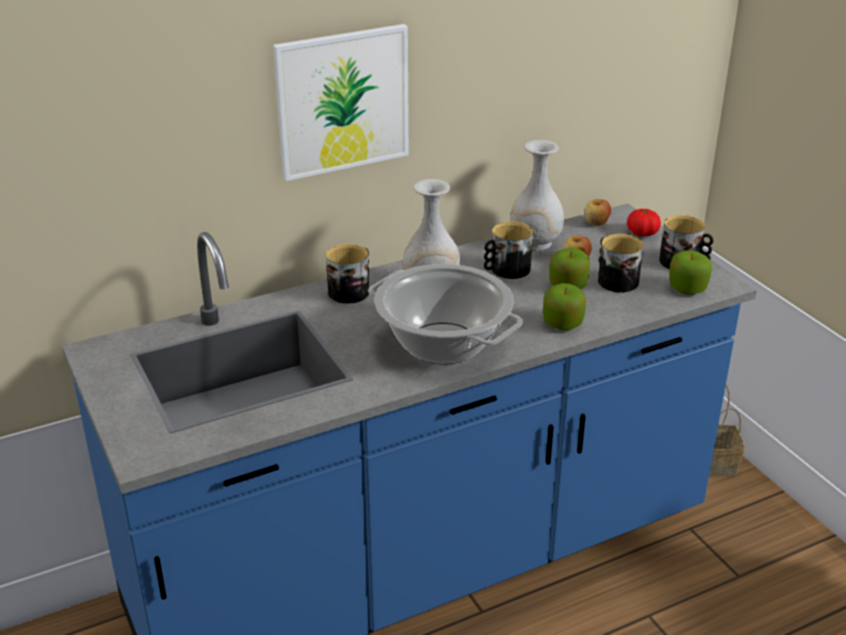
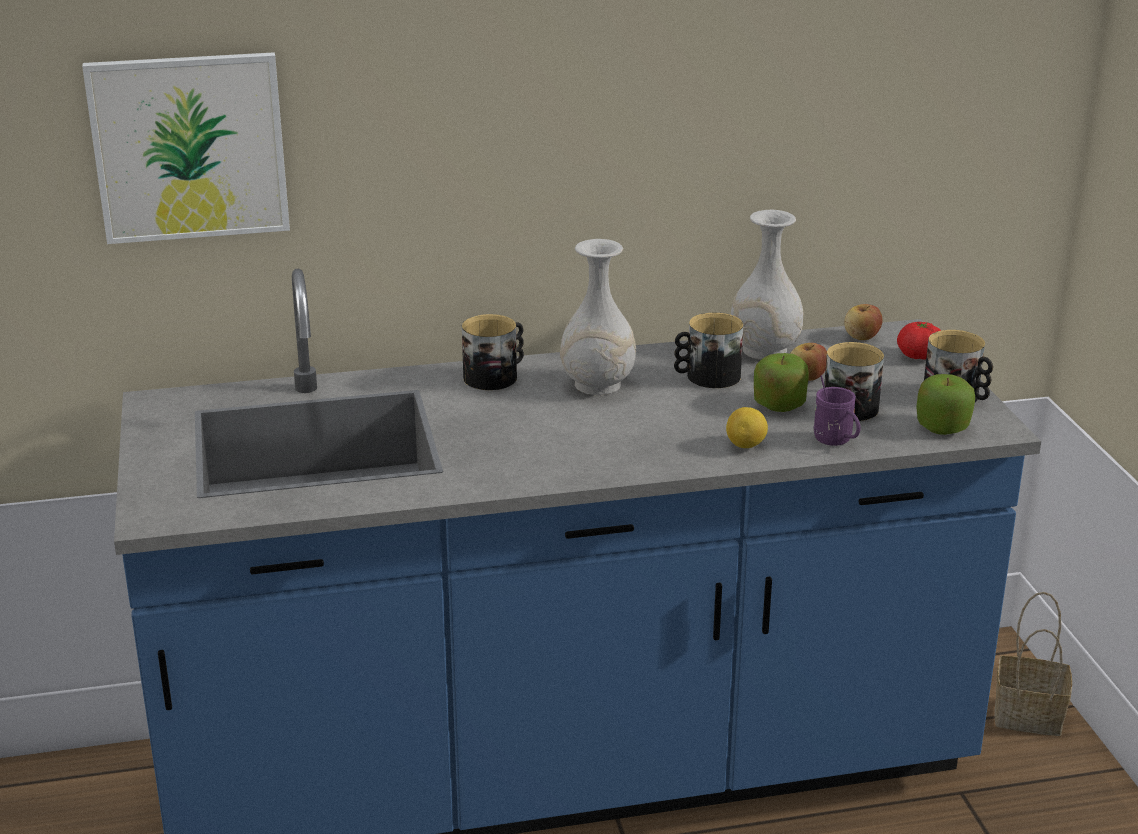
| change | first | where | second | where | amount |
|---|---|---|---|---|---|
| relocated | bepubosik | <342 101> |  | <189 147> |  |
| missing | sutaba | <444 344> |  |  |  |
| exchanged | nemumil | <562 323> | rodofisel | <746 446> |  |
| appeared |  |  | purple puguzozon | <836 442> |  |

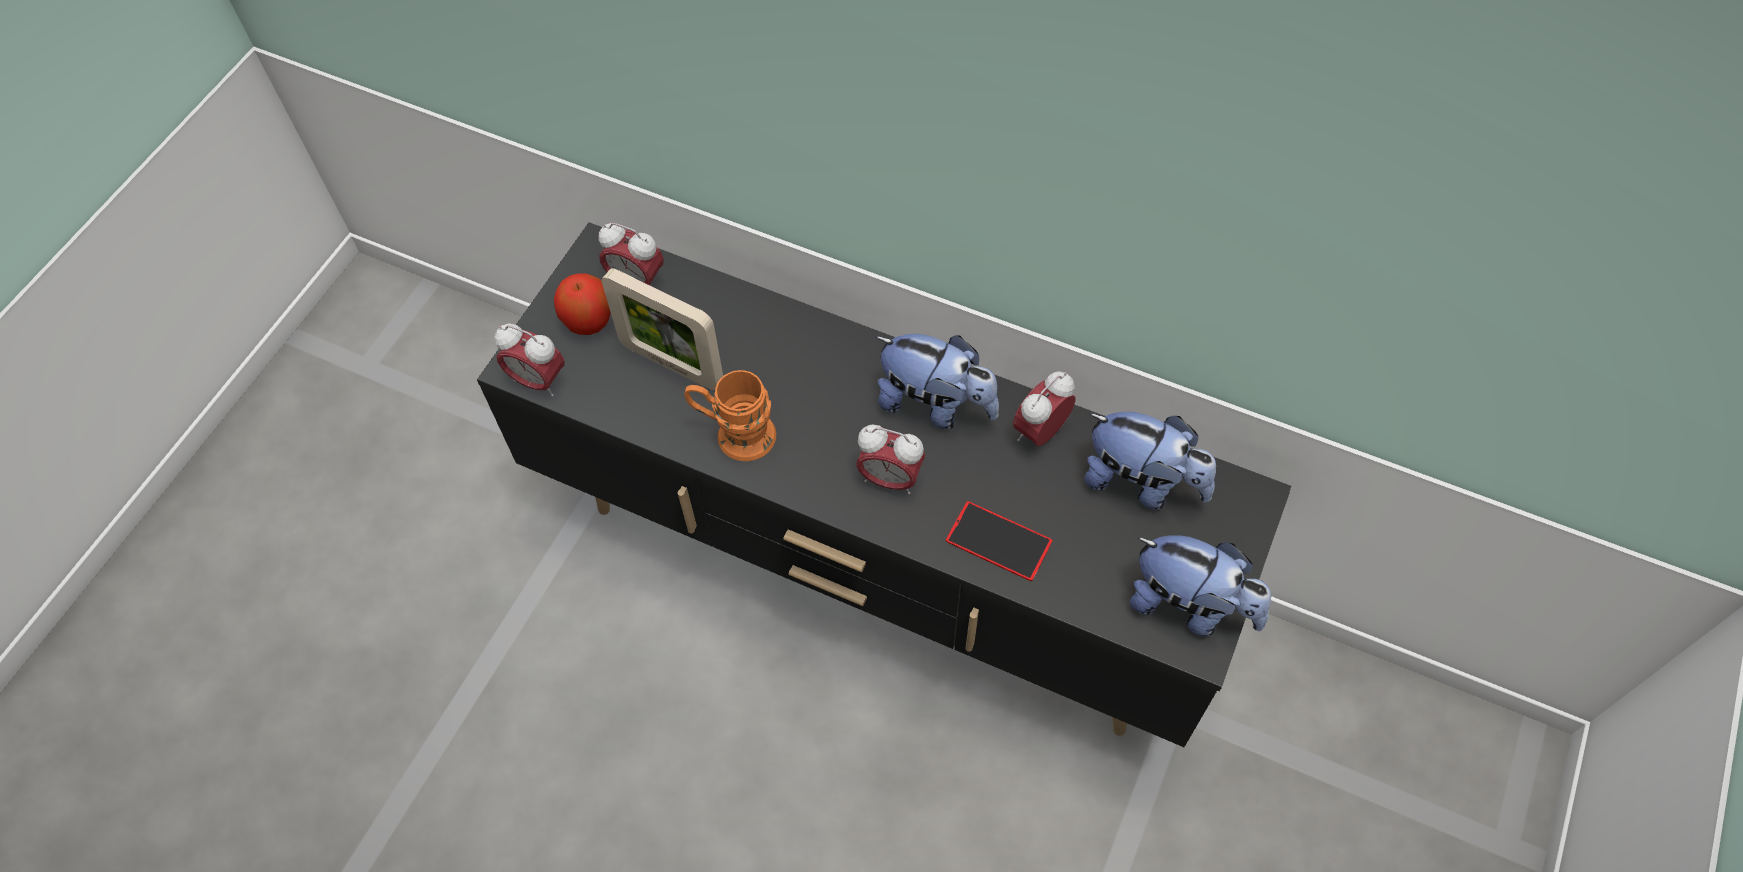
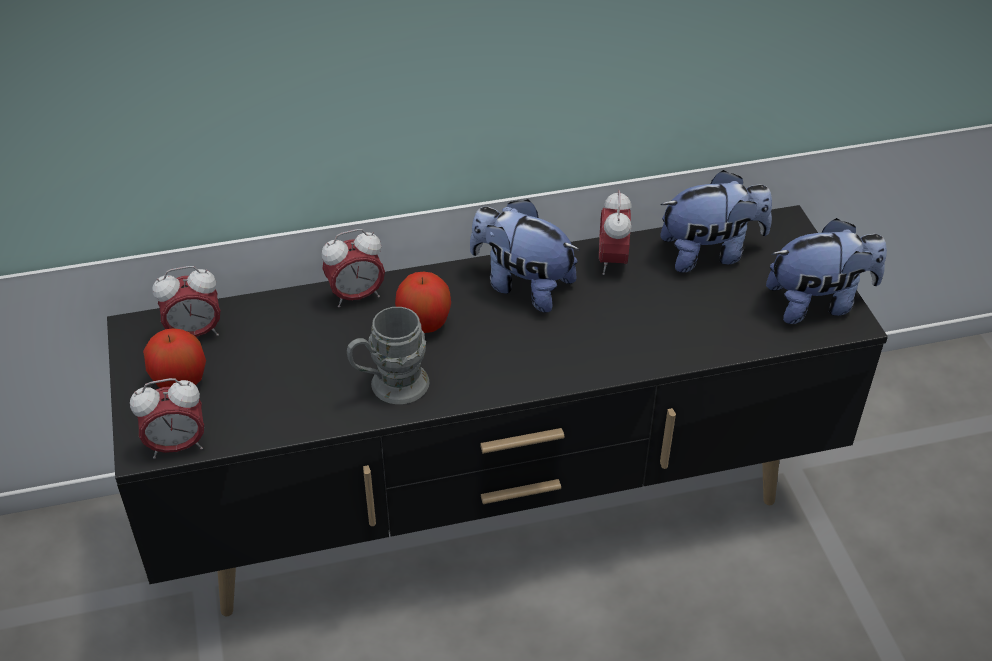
| change | first | where | second | where | amount |
|---|---|---|---|---|---|
| missing | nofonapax | <672 364> |  |  |  |
| colour | orange puguzozon | <734 434> | grey puguzozon | <389 387> |  |
| relocated | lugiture | <890 479> |  | <356 296> |  |
| spun | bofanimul | <935 404> |  | <522 285> | 135 degrees counterclockwise |
| missing | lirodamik | <998 541> |  |  |  |
| appeared |  |  | nemumil | <424 323> |  |

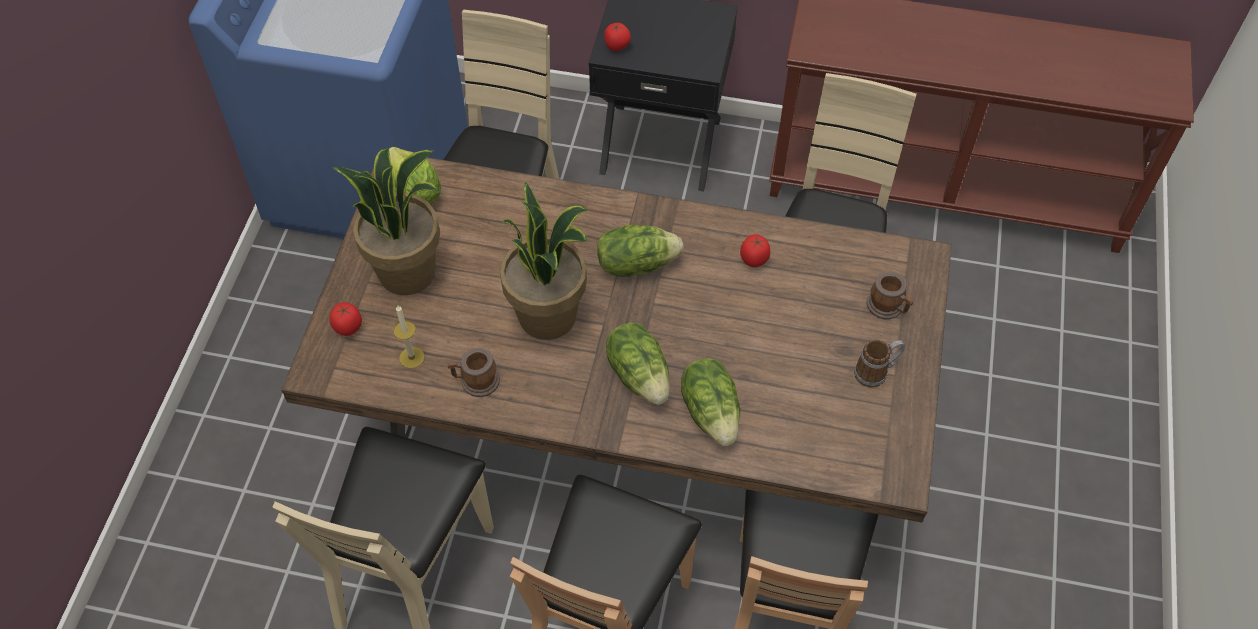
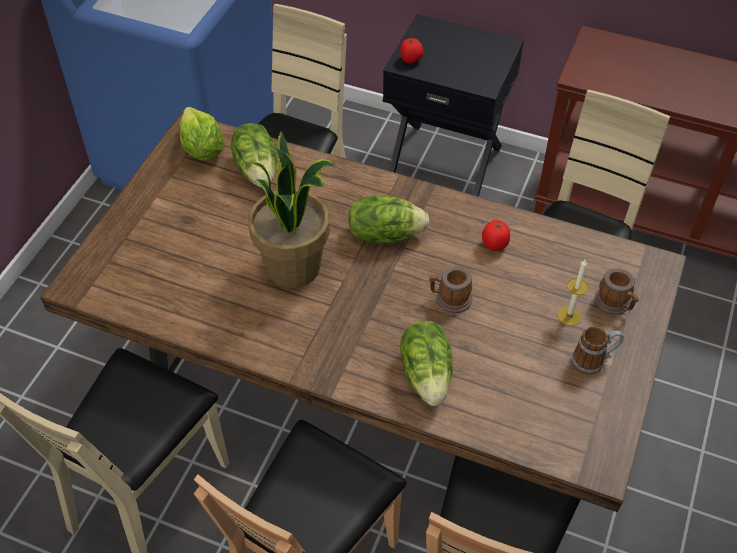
| change | first | where | second | where | amount |
|---|---|---|---|---|---|
| missing | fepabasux | <348 327> |  |  |  |
| missing | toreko | <407 271> |  |  |  |
| relocated | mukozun | <412 357> |  | <569 316> |  |
| relocated | puguzozon | <475 381> |  | <449 299> |  |
| relocated | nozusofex | <640 375> |  | <258 169> |  |

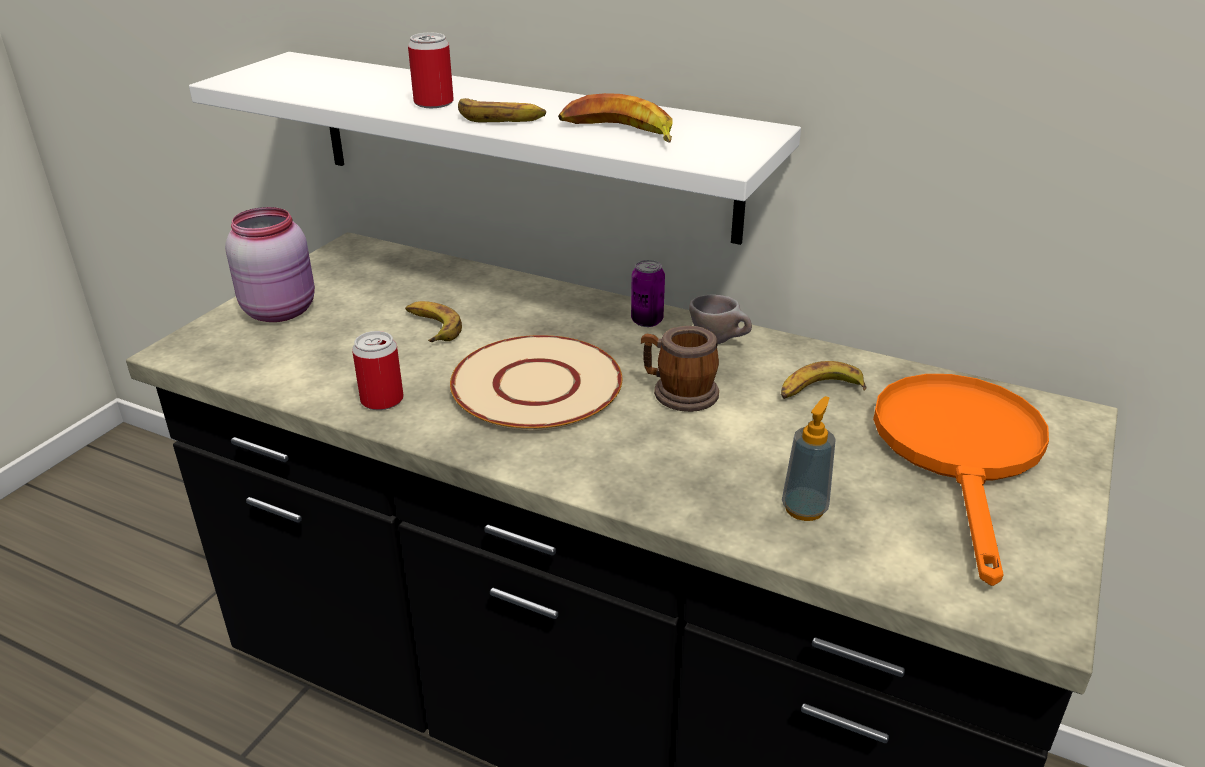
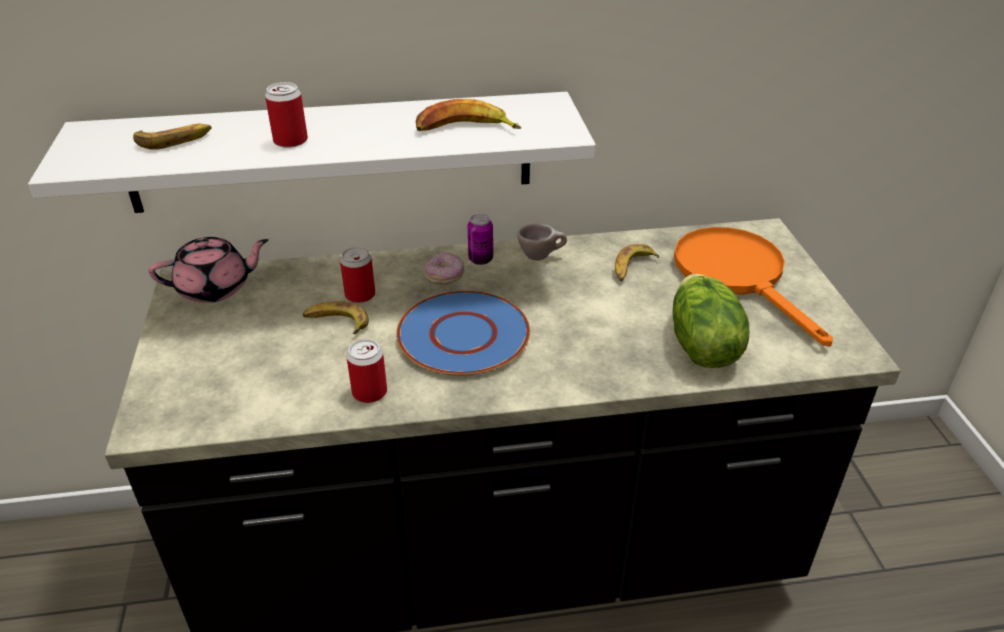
| change | first | where | second | where | amount |
|---|---|---|---|---|---|
| missing | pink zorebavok | <282 310> |  |  |  |
| colour | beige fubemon | <537 384> | blue fubemon | <463 334> |  |
| relocated | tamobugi | <502 118> |  | <175 140> |  |
| missing | puguzozon | <678 393> |  |  |  |
| exchanged | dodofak | <804 508> | nozusofex | <700 345> |  |
| appeared |  |  | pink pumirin | <216 288> |  |
| appeared |  |  | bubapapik | <360 295> |  |
| appeared |  |  | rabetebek | <445 277> |  |

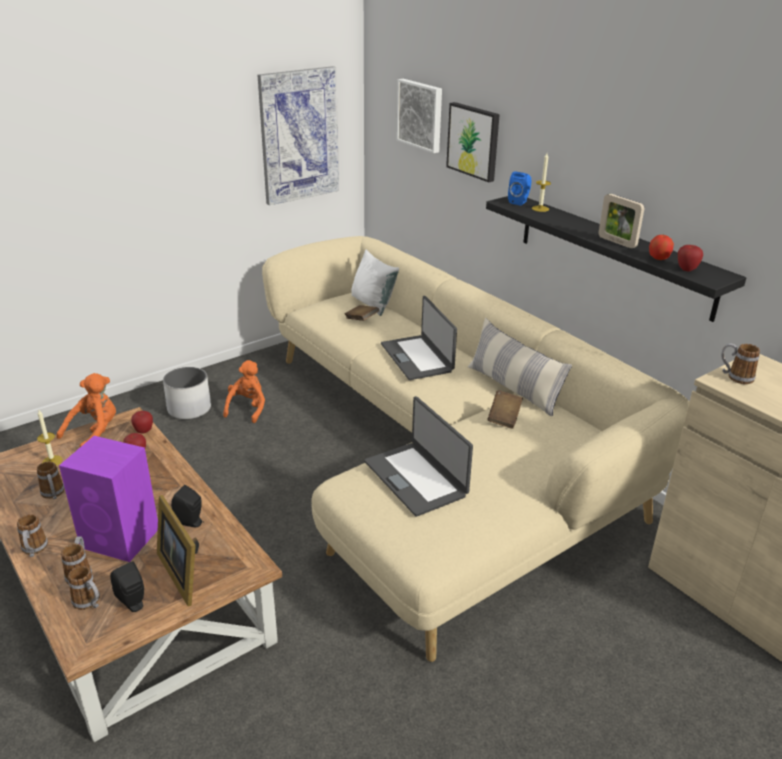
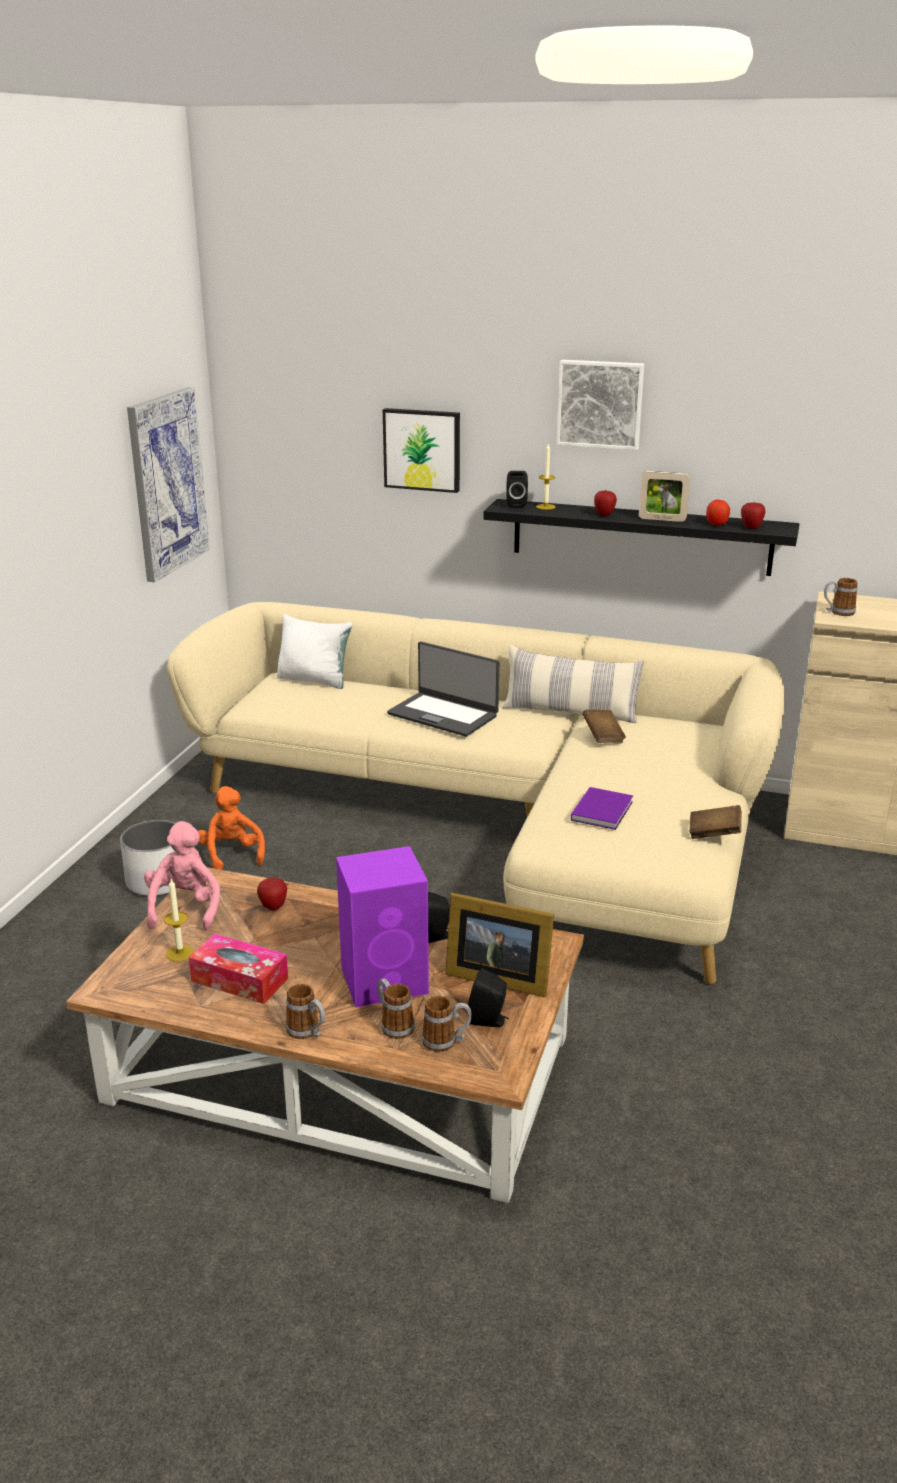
| change | first | where | second | where | amount |
|---|---|---|---|---|---|
| exchanged | puguzozon | <53 494> | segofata | <239 979> |  |
| colour | orange bofanimul | <95 433> | pink bofanimul | <185 908> |  |
| relocated | nemumil | <144 431> |  | <604 515> |  |
| relocated | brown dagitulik | <361 320> |  | <714 834> |  |
| exchanged | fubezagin | <416 478> | purple dagitulik | <603 810> |  |
| relocated | bepubosik | <421 115> |  | <600 404> |  |
| colour | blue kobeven | <519 202> | black kobeven | <515 505> |  |

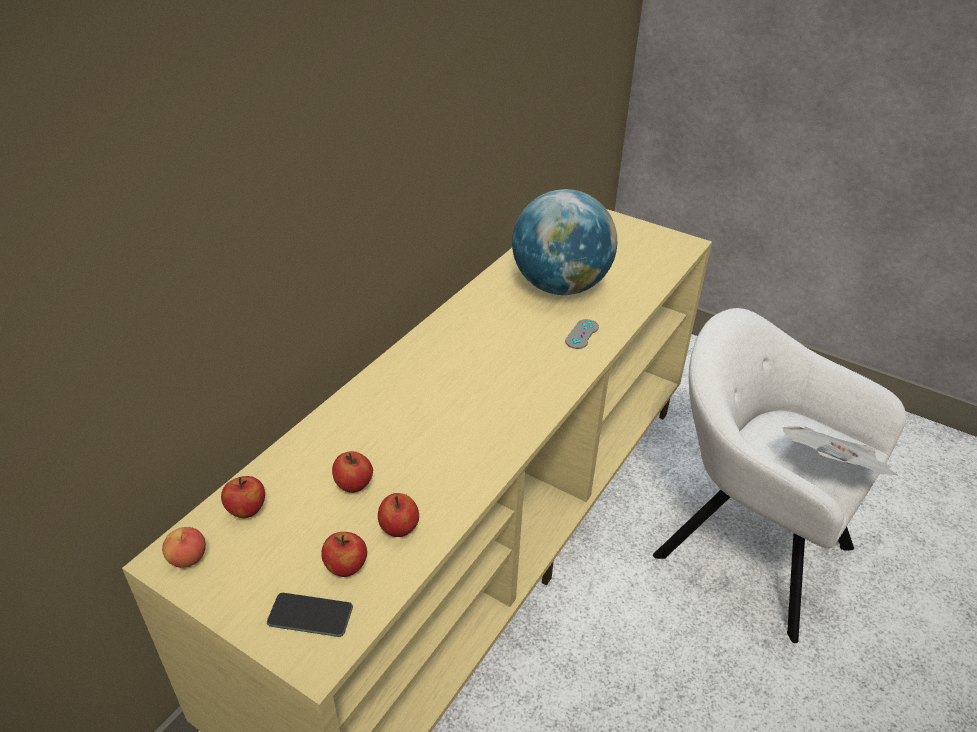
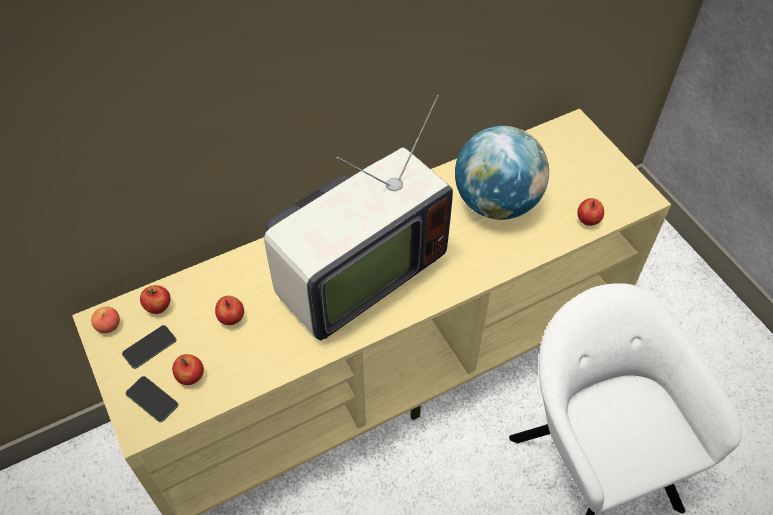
| change | first | where | second | where | amount |
|---|---|---|---|---|---|
| relocated | nemumil | <399 529> |  | <588 220> |  |
| missing | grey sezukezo | <582 334> |  |  |  |
| missing | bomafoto | <832 470> |  |  |  |
| appeared |  |  | lirodamik | <149 347> |  |
| appeared |  |  | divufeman | <355 274> |  |

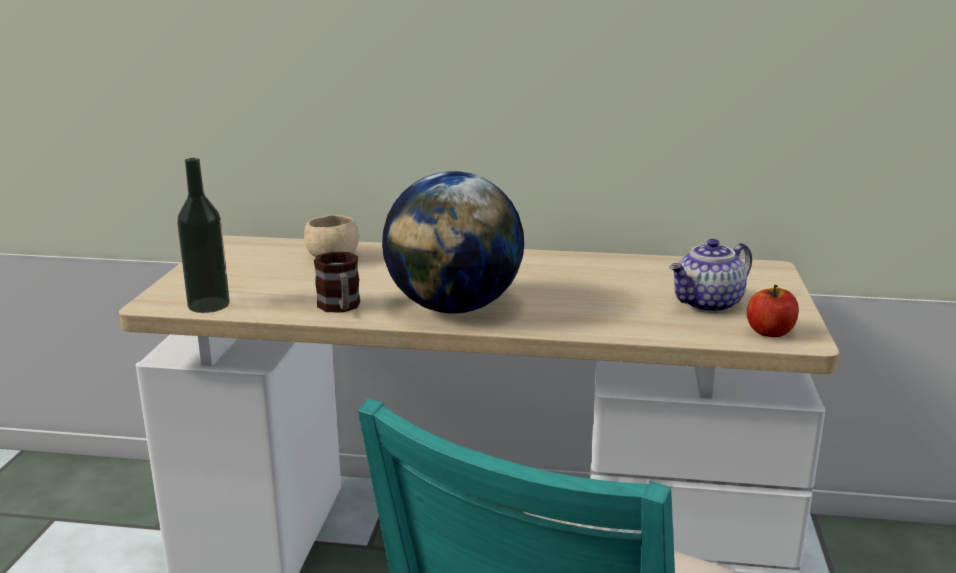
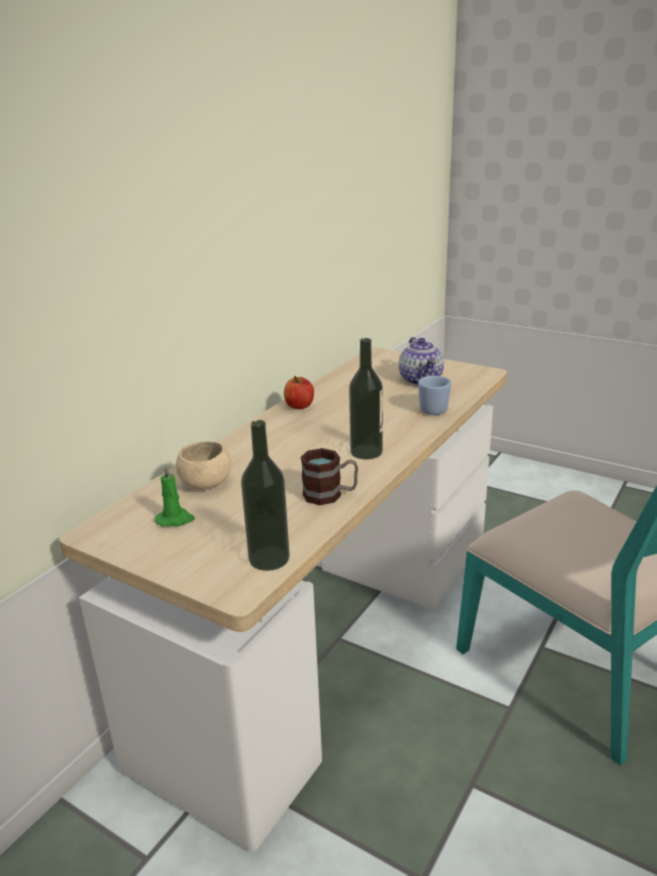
| change | first | where | second | where | amount |
|---|---|---|---|---|---|
| exchanged | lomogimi | <454 307> | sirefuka | <366 452> |  |
| relocated | nemumil | <770 332> |  | <299 406> |  |
| appeared |  |  | green mukozun | <175 519> |  |
| appeared |  |  | blue puguzozon | <434 409> |  |

